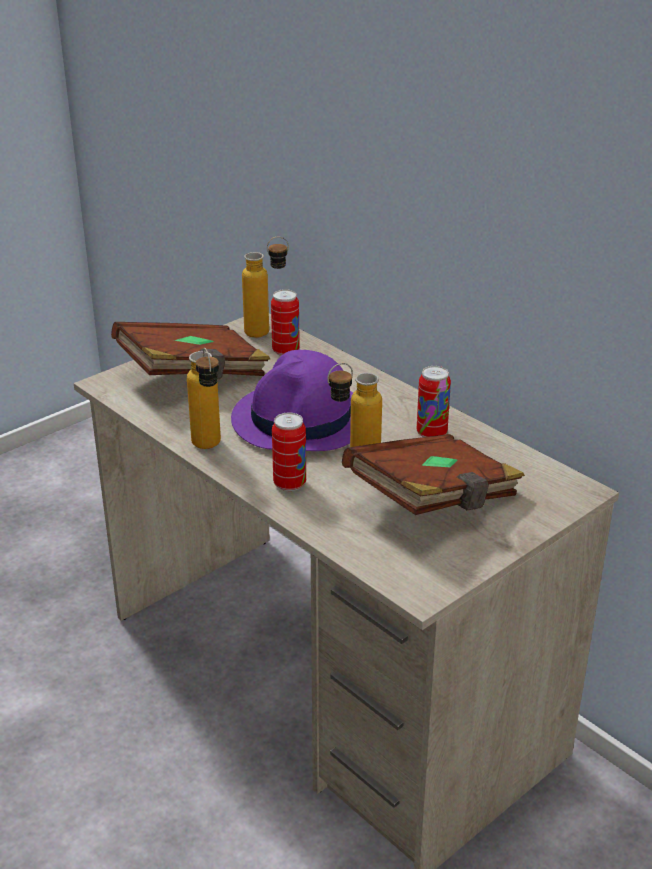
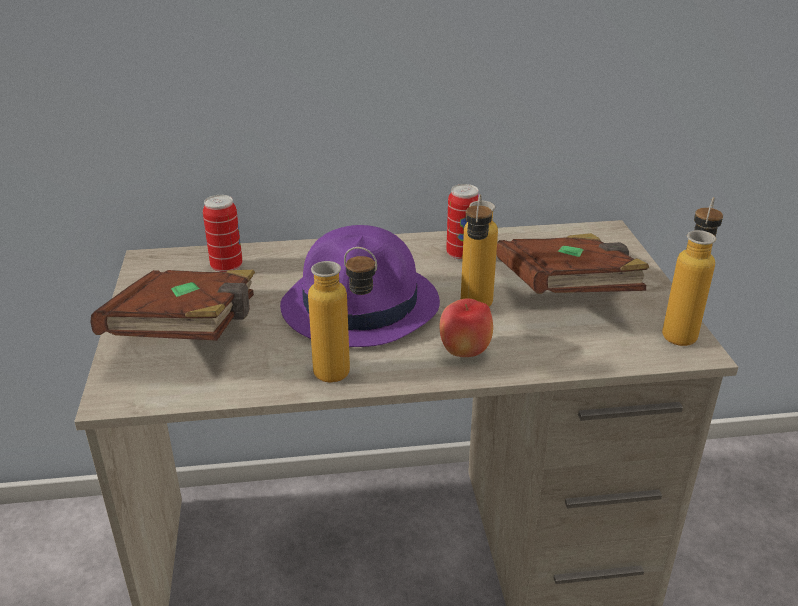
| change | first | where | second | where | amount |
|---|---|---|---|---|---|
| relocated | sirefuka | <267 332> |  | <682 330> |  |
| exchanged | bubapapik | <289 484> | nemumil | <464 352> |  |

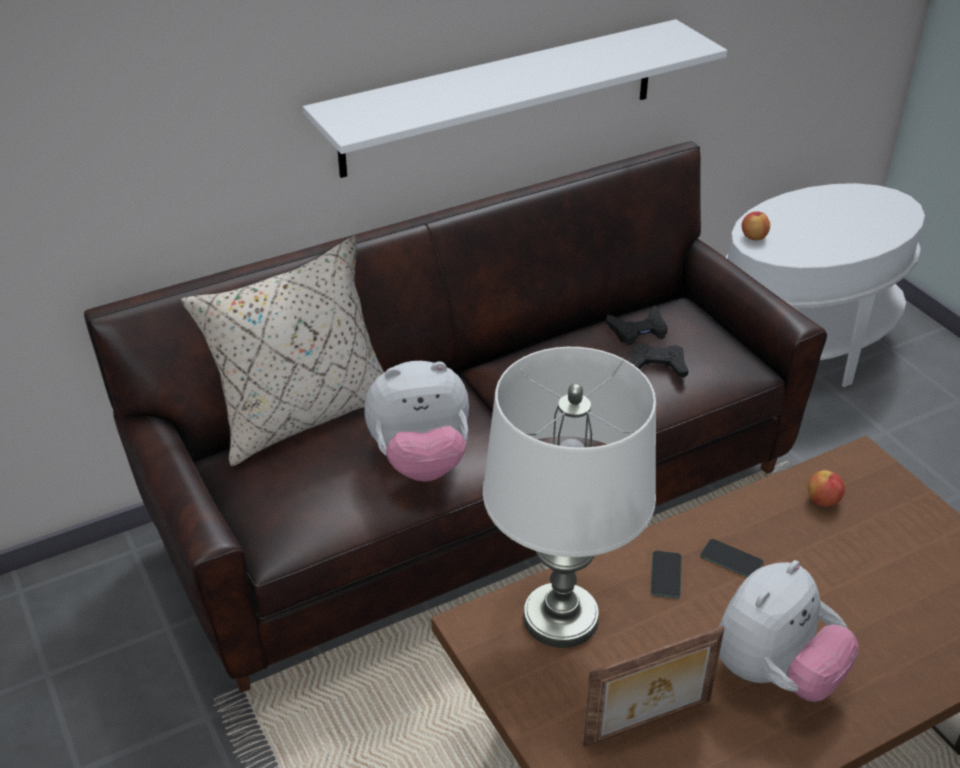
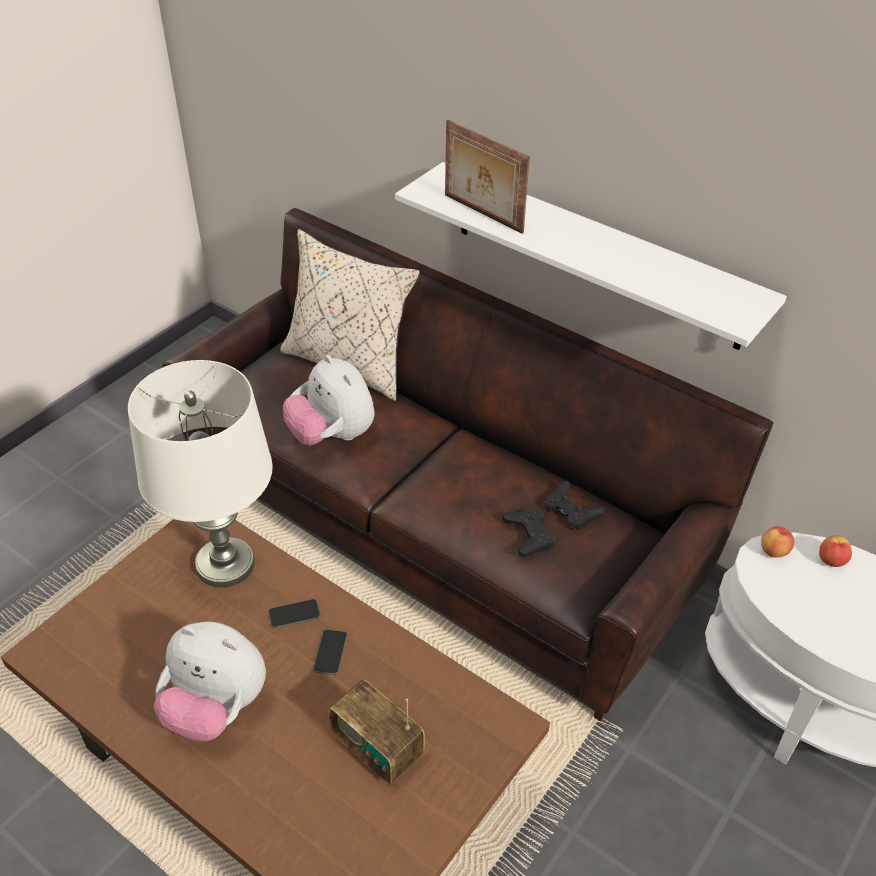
| change | first | where | second | where | amount |
|---|---|---|---|---|---|
| relocated | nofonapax | <648 724> |  | <482 214> |  |
| relocated | nemumil | <823 500> |  | <831 561> |  |
| appeared |  |  | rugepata | <378 748> |  |

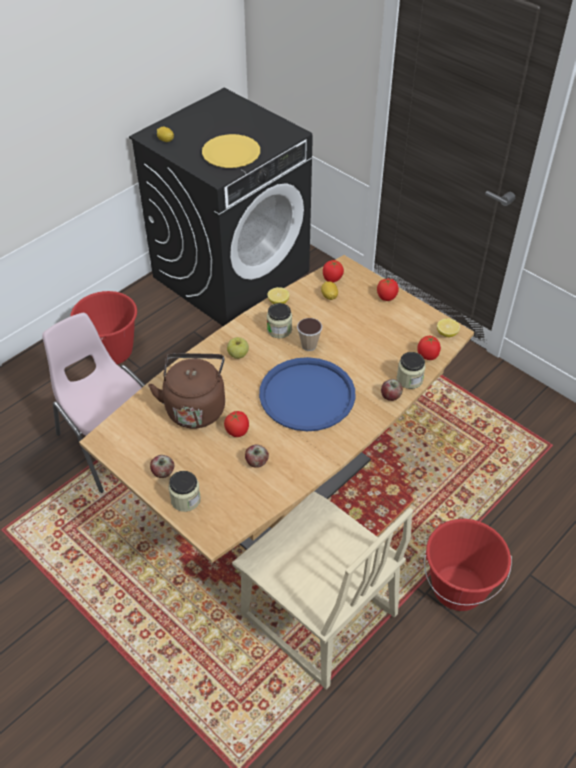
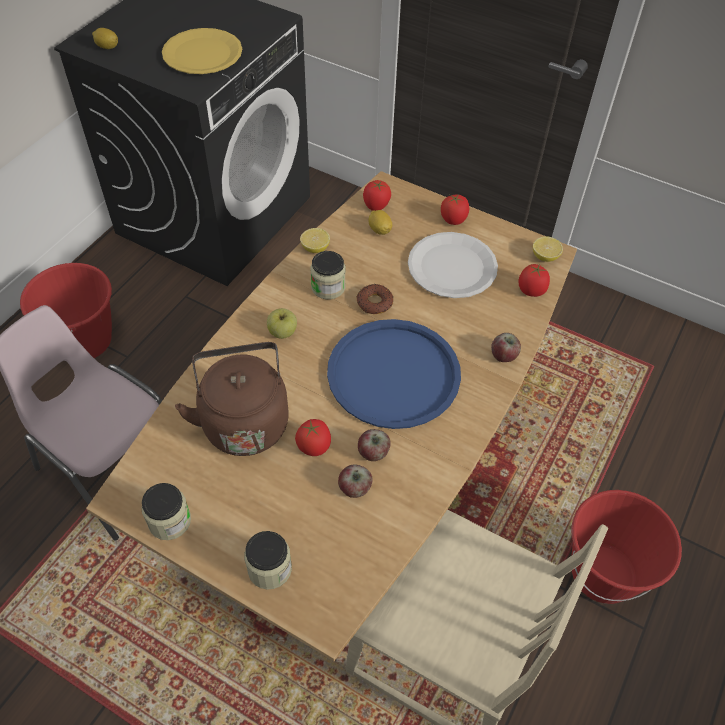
| change | first | where | second | where | amount |
|---|---|---|---|---|---|
| relocated | nemumil | <163 473> |  | <373 453> |  |
| exchanged | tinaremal | <309 345> | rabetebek | <374 303> |  |
| relocated | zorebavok | <409 379> |  | <169 521> |  |
| appeared |  |  | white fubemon | <451 267> |  |

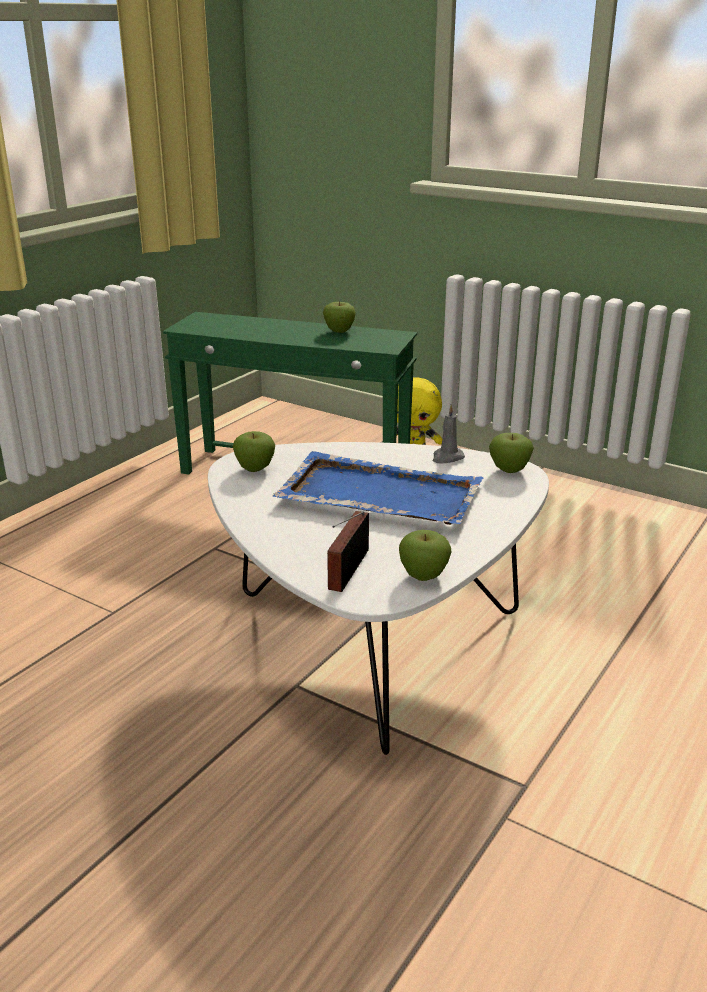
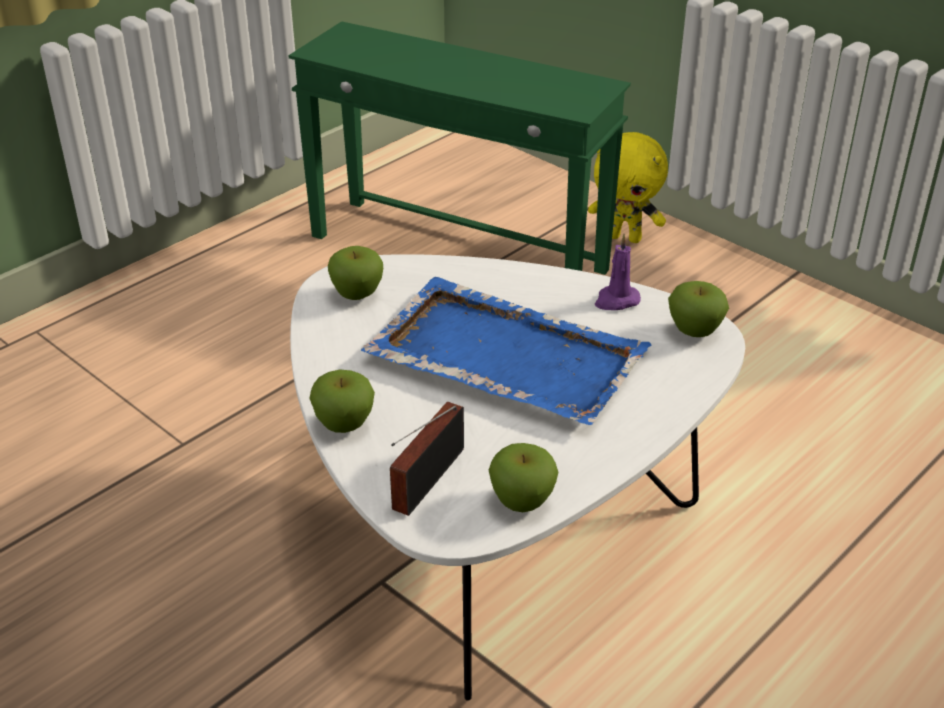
| change | first | where | second | where | amount |
|---|---|---|---|---|---|
| relocated | nemumil | <339 331> |  | <344 425> |  |
| colour | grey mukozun | <447 458> | purple mukozun | <616 300> |  |

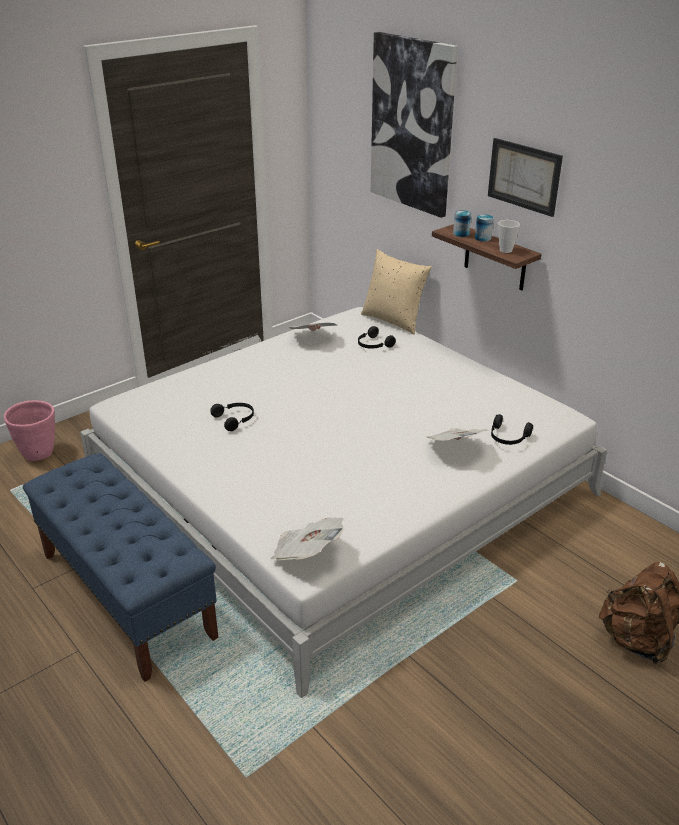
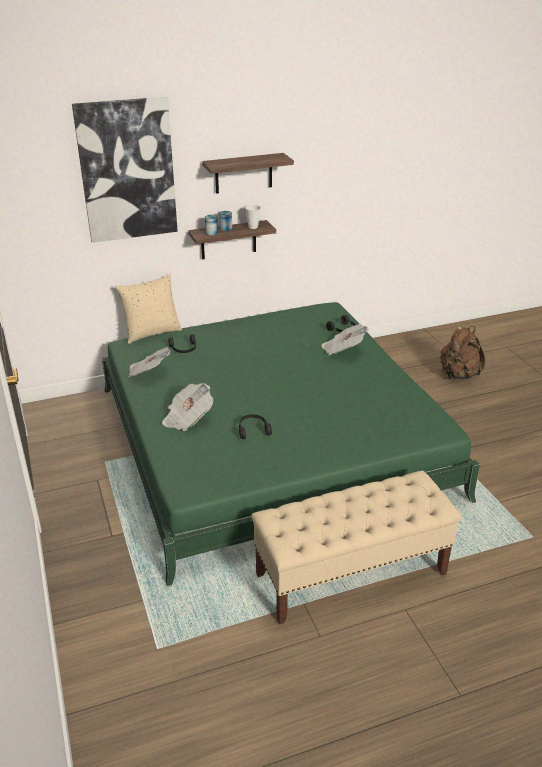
| change | first | where | second | where | amount |
|---|---|---|---|---|---|
| missing | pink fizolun | <39 454> |  |  |  |
| colour | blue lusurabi | <127 595> | beige lusurabi | <351 573> |  |
| colour | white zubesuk | <338 484> | green zubesuk | <270 441> |  |
| relocated | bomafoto | <307 553> |  | <187 418> |  |
| exchanged | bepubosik | <524 176> | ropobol | <243 173> |  |

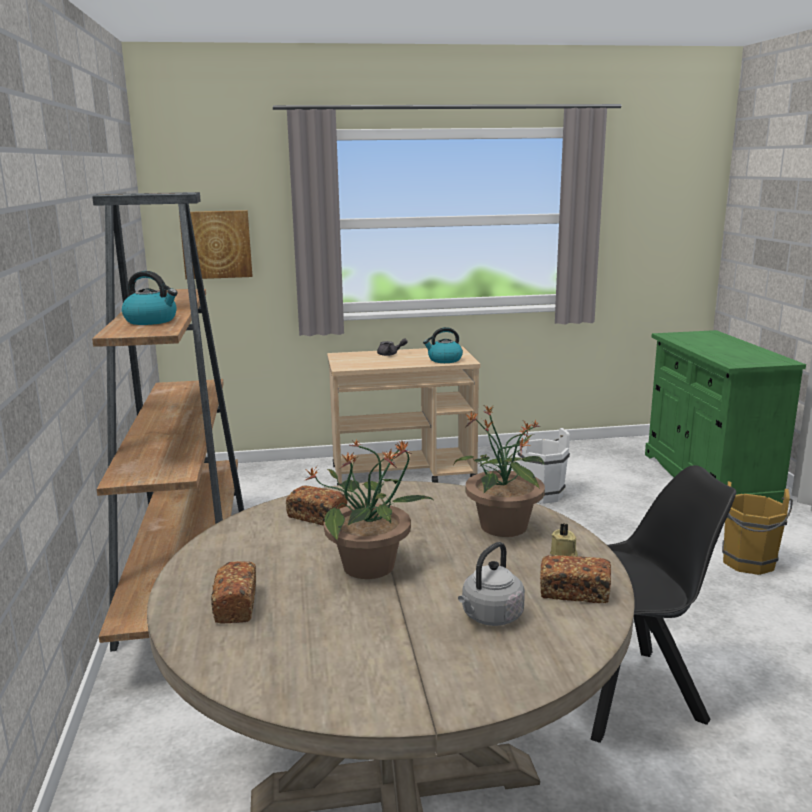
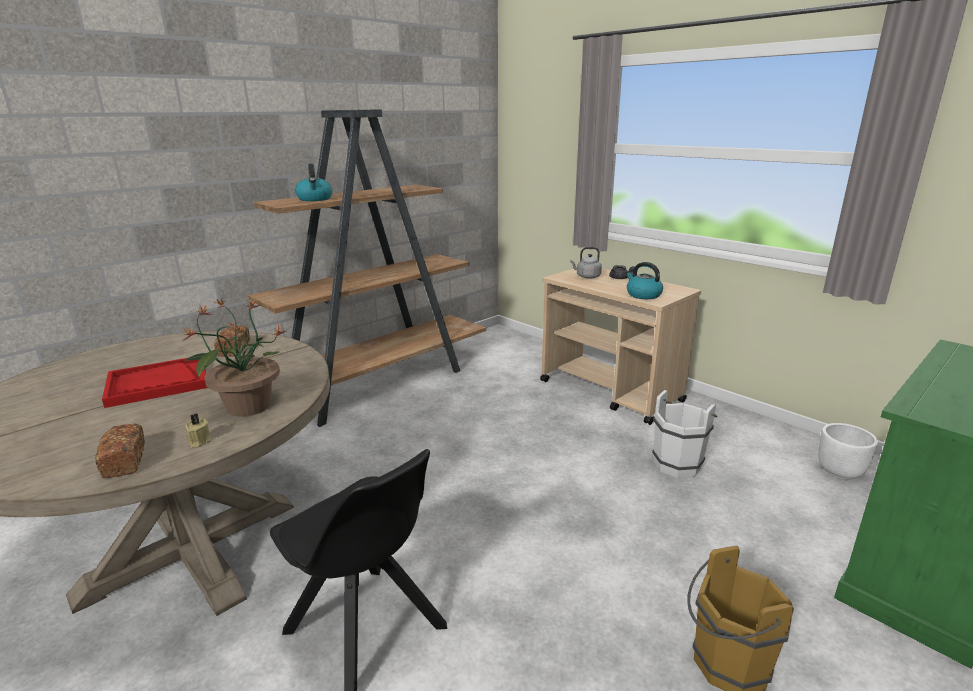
| change | first | where | second | where | amount |
|---|---|---|---|---|---|
| missing | bepubosik | <216 244> |  |  |  |
| missing | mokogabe | <236 605> |  |  |  |
| exchanged | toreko | <370 566> | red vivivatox | <158 383> |  |
| relocated | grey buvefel | <490 617> |  | <587 277> |  |
| appeared |  |  | white fizolun | <839 472> |  |

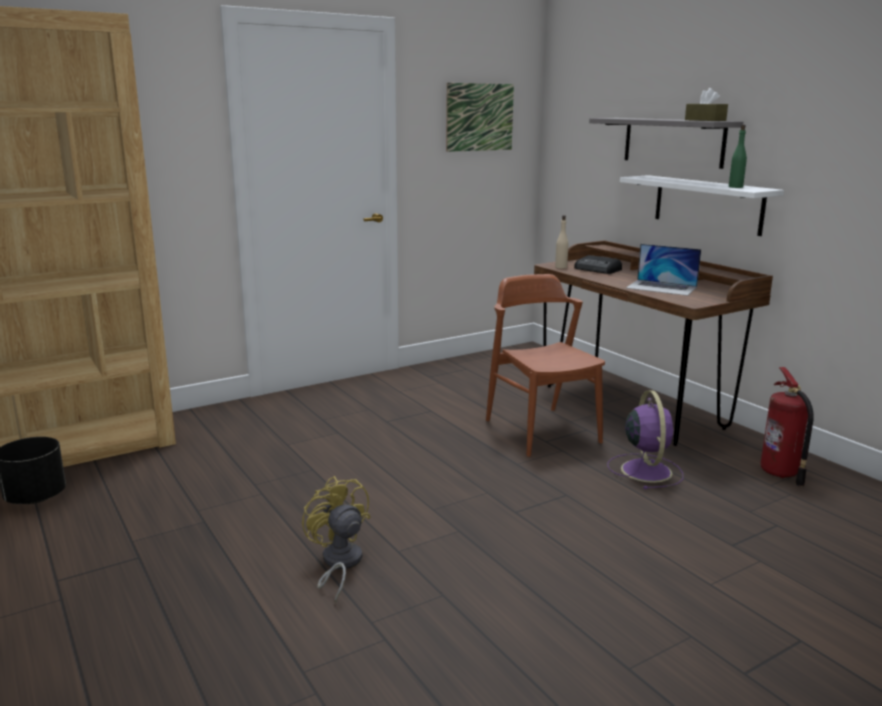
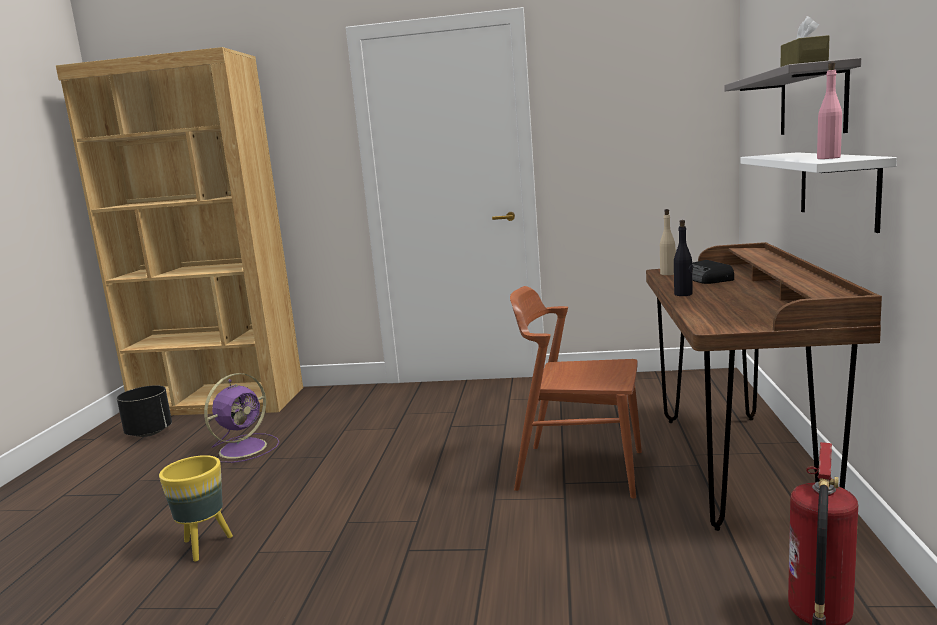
| change | first | where | second | where | amount |
|---|---|---|---|---|---|
| exchanged | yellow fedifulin | <339 564> | yellow fizolun | <204 546> |  |
| missing | bepubosik | <479 117> |  |  |  |
| spun | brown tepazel | <541 430> |  | <579 470> | 90 degrees counterclockwise |
| relocated | purple fedifulin | <645 470> |  | <245 448> |  |
| missing | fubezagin | <661 287> |  |  |  |
| colour | green sirefuka | <735 187> | pink sirefuka | <828 158> |  |
| appeared |  |  | black sirefuka | <683 294> |  |

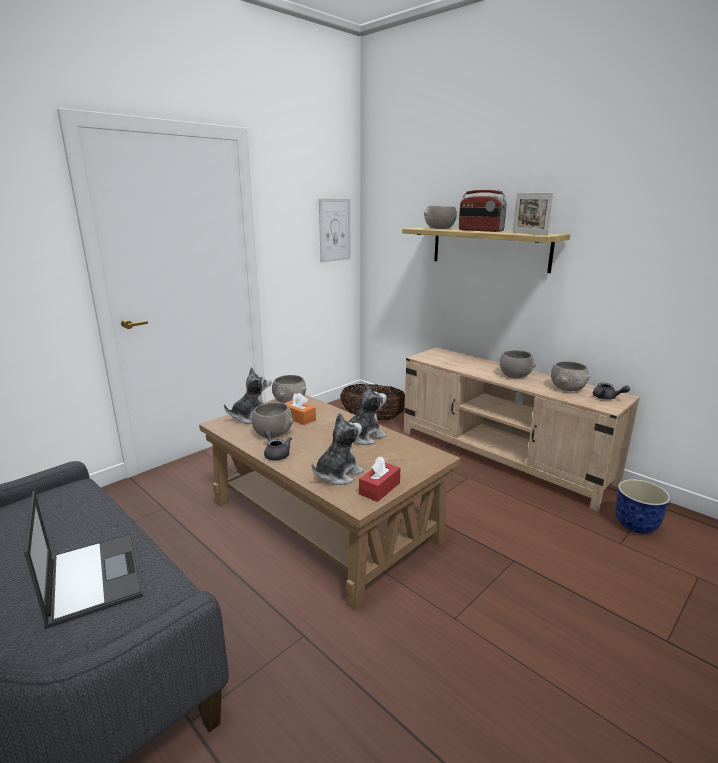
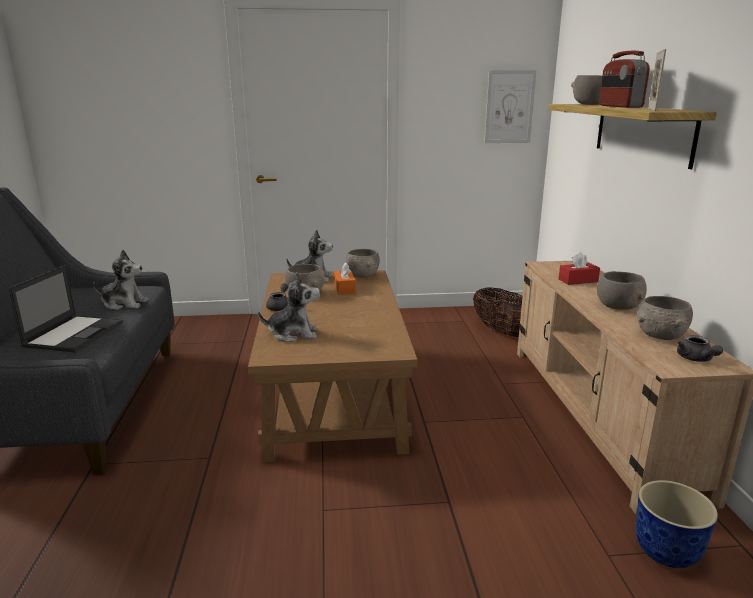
| change | first | where | second | where | amount |
|---|---|---|---|---|---|
| relocated | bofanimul | <363 437> |  | <124 304> |  |
| relocated | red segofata | <379 488> |  | <578 280> |  |

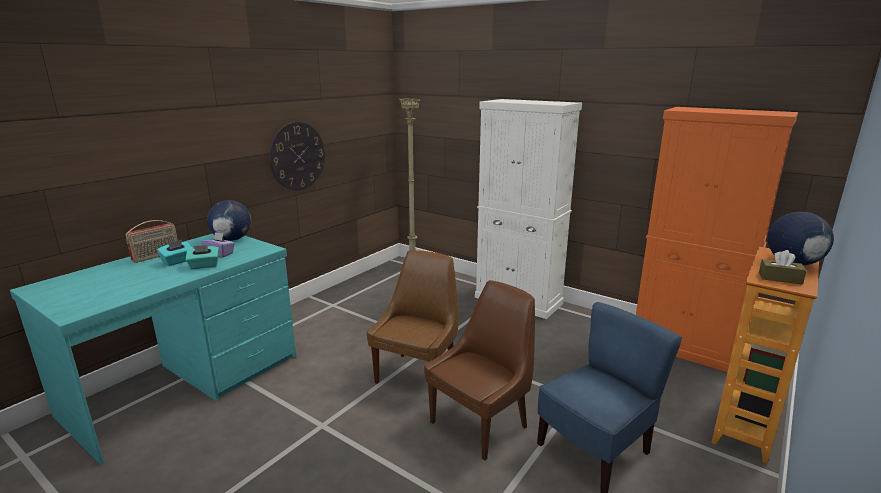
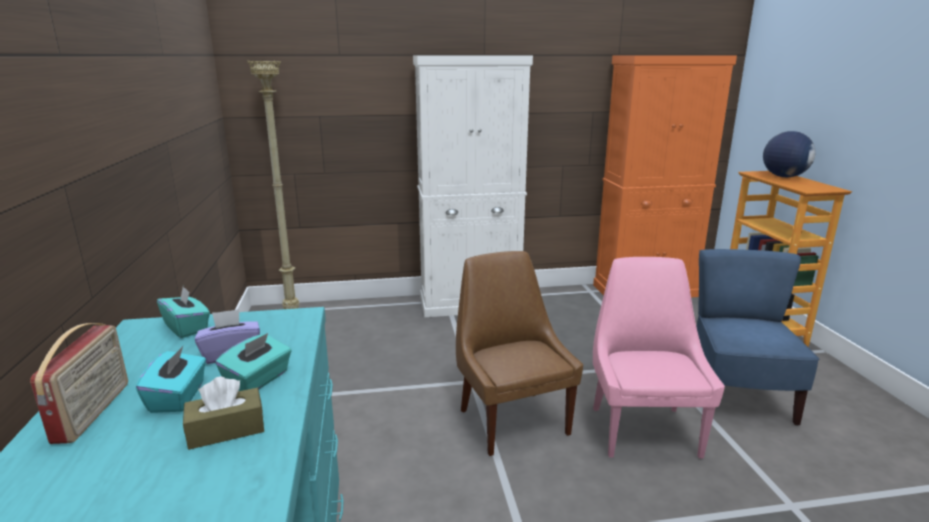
| change | first | where | second | where | amount |
|---|---|---|---|---|---|
| exchanged | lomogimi | <232 239> | turquoise segofata | <187 328> |  |
| missing | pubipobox | <297 156> |  |  |  |
| colour | brown tepazel | <481 423> | pink tepazel | <643 429> |  |
| relocated | brown segofata | <780 278> |  | <226 430> |  |

